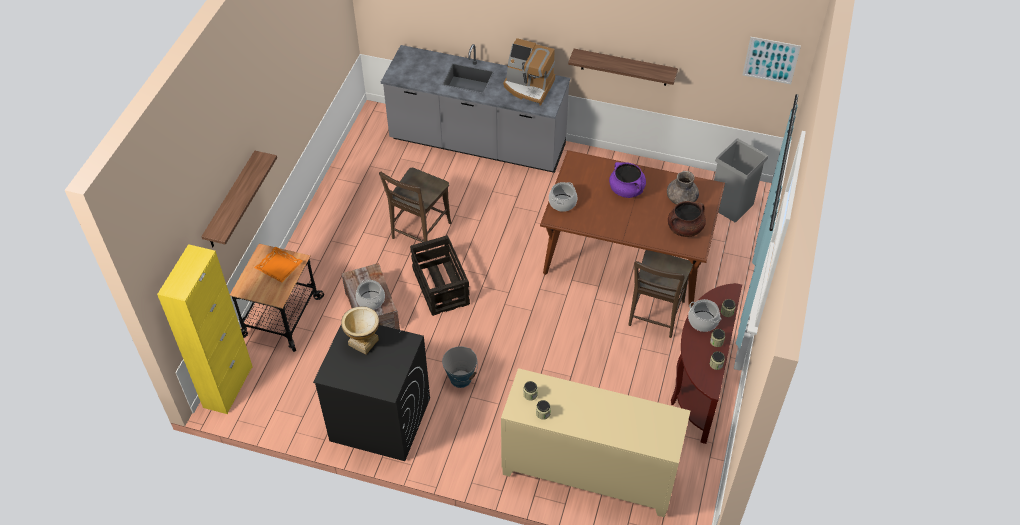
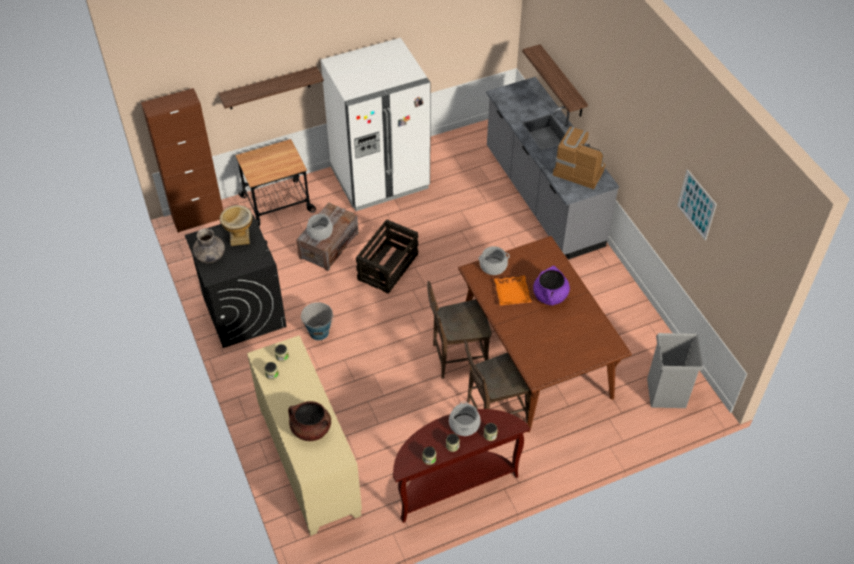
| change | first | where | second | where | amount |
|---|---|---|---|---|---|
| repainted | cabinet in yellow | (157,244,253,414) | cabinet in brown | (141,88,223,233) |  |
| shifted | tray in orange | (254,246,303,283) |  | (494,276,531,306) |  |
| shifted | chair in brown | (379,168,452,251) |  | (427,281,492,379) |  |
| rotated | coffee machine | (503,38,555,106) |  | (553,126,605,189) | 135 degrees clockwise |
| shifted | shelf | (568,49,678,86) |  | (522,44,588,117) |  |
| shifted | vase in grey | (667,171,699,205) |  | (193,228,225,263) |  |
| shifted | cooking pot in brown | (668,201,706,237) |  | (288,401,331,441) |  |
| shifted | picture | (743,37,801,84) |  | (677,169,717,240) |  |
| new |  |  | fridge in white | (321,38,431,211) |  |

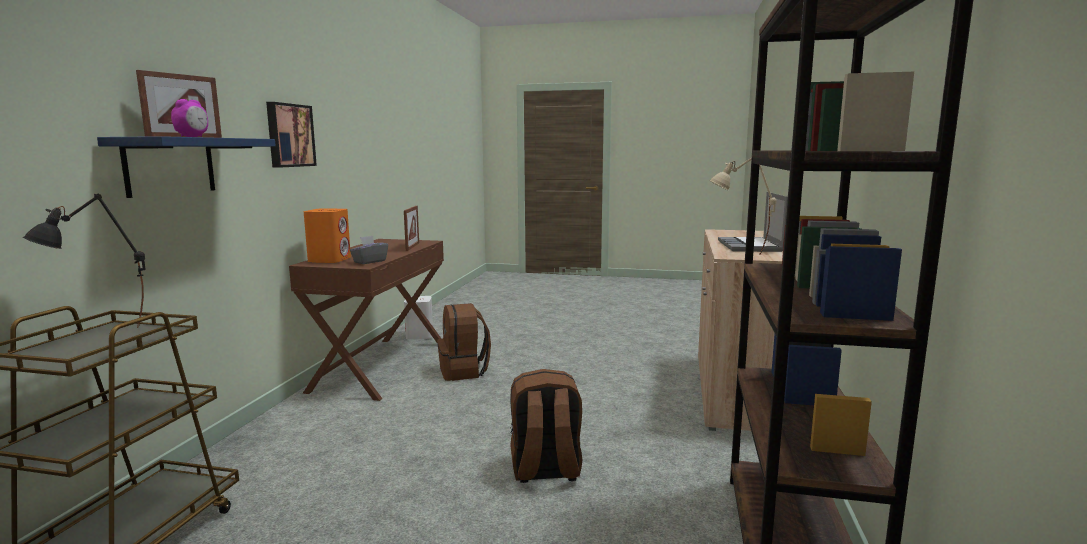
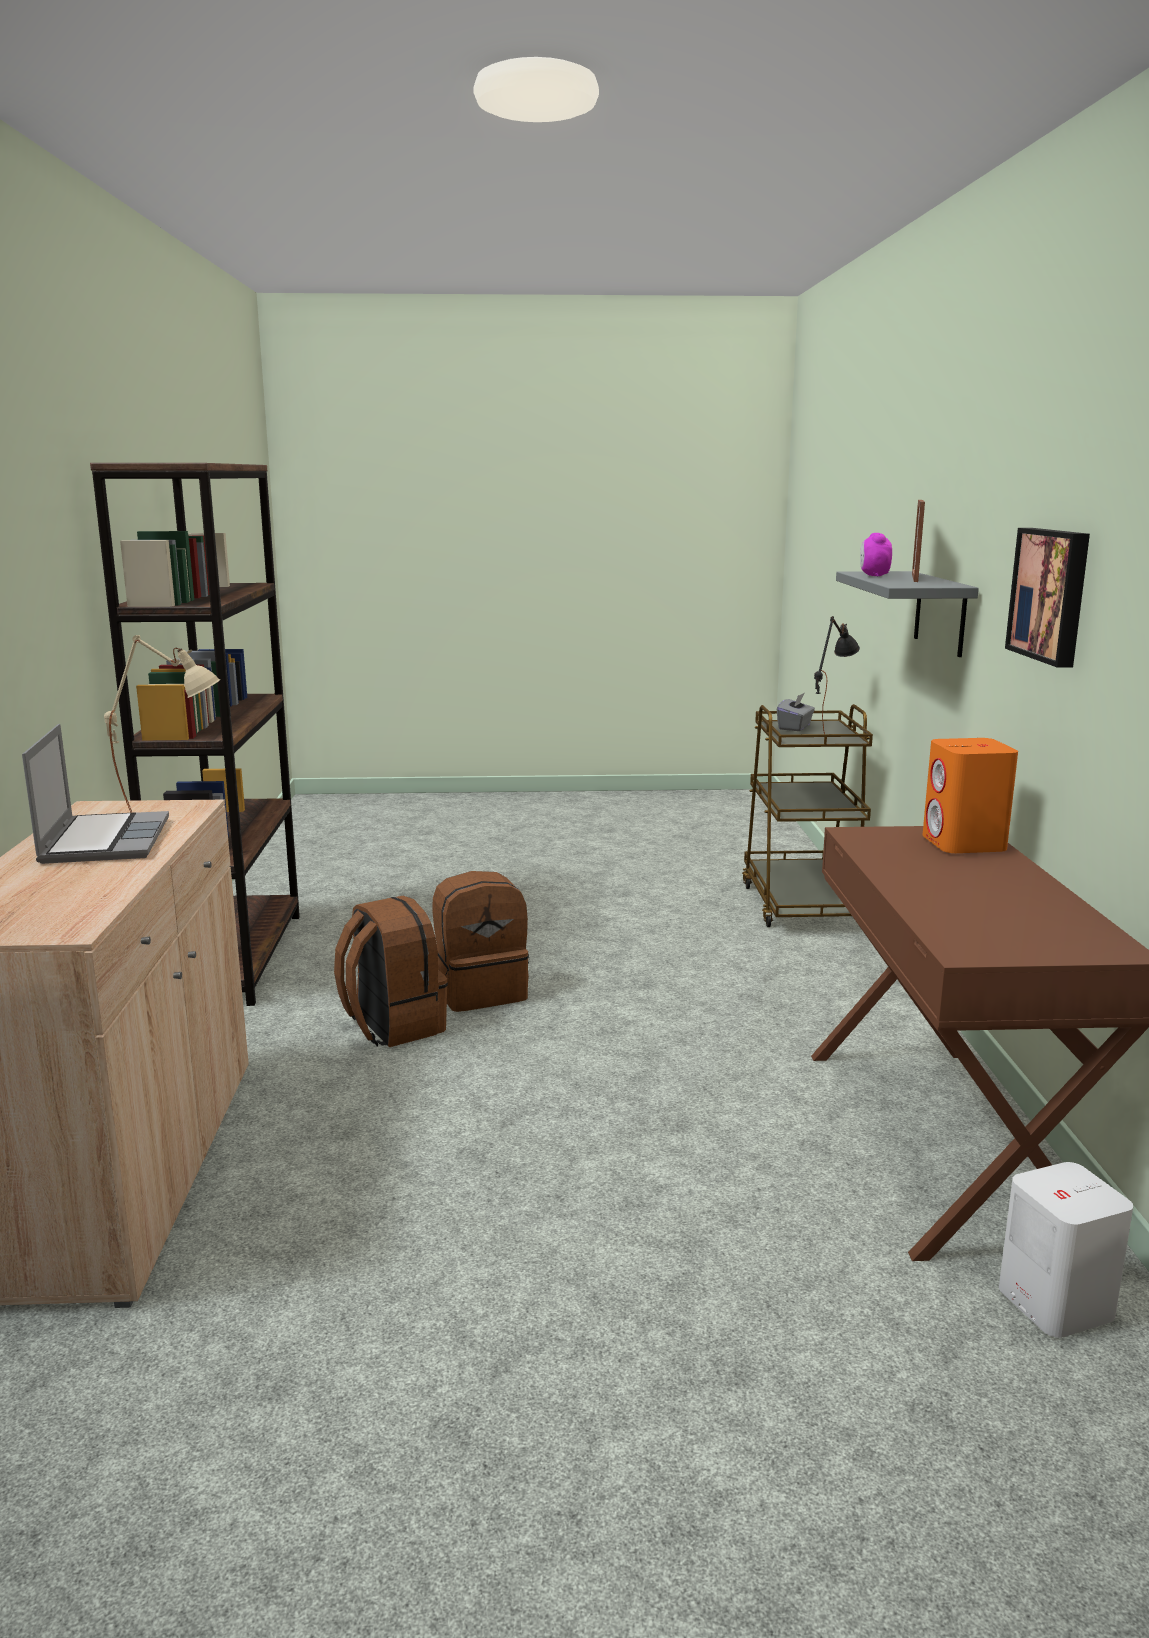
| change | first | where | second | where | amount |
|---|---|---|---|---|---|
| repainted | shelf in blue | (97,136,276,198) | shelf in grey | (836,571,979,657) |  |
| shifted | tissue box in grey | (350,235,388,264) |  | (777,693,815,731) |  |
| gone | picture frame | (404,206,419,251) |  |  |  |
| shifted | backpack in brown | (437,303,491,381) |  | (334,896,448,1047) |  |

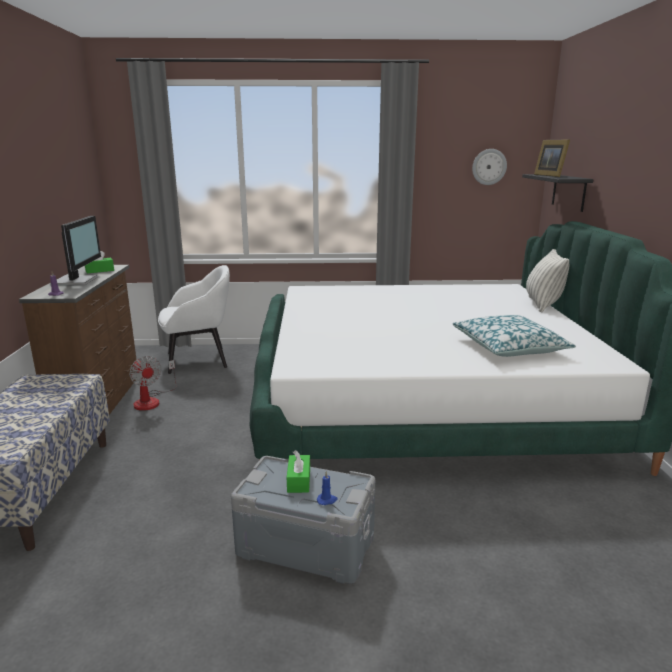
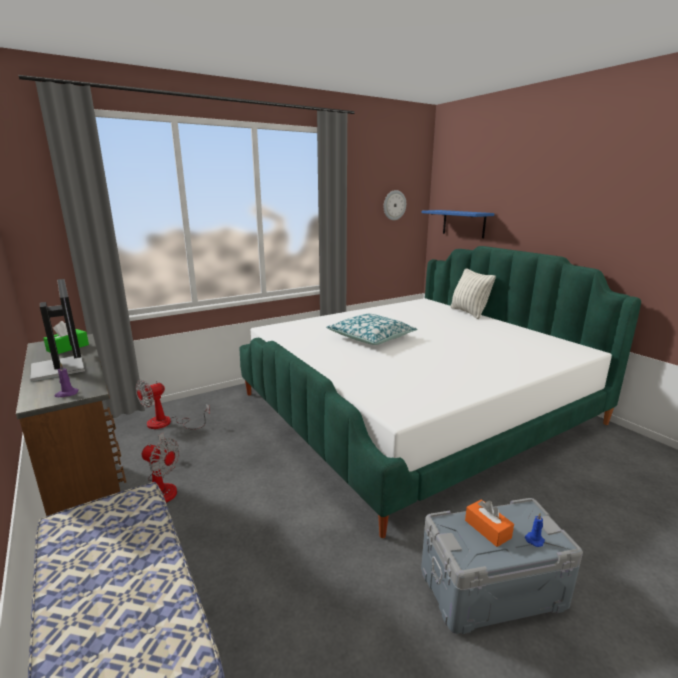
| change | first | where | second | where | amount |
|---|---|---|---|---|---|
| swapped | armchair in white | (158,265,230,374) | fan | (136,380,210,429) |  |
| repainted | tissue box in green | (287,450,310,493) | tissue box in orange | (465,499,514,547) |  |
| shifted | pillow | (453,315,576,357) |  | (326,314,417,345) |  |
| repainted | shelf in black | (522,174,594,212) | shelf in blue | (422,210,494,238) |  |
| gone | picture frame | (534,139,570,177) |  |  |  |

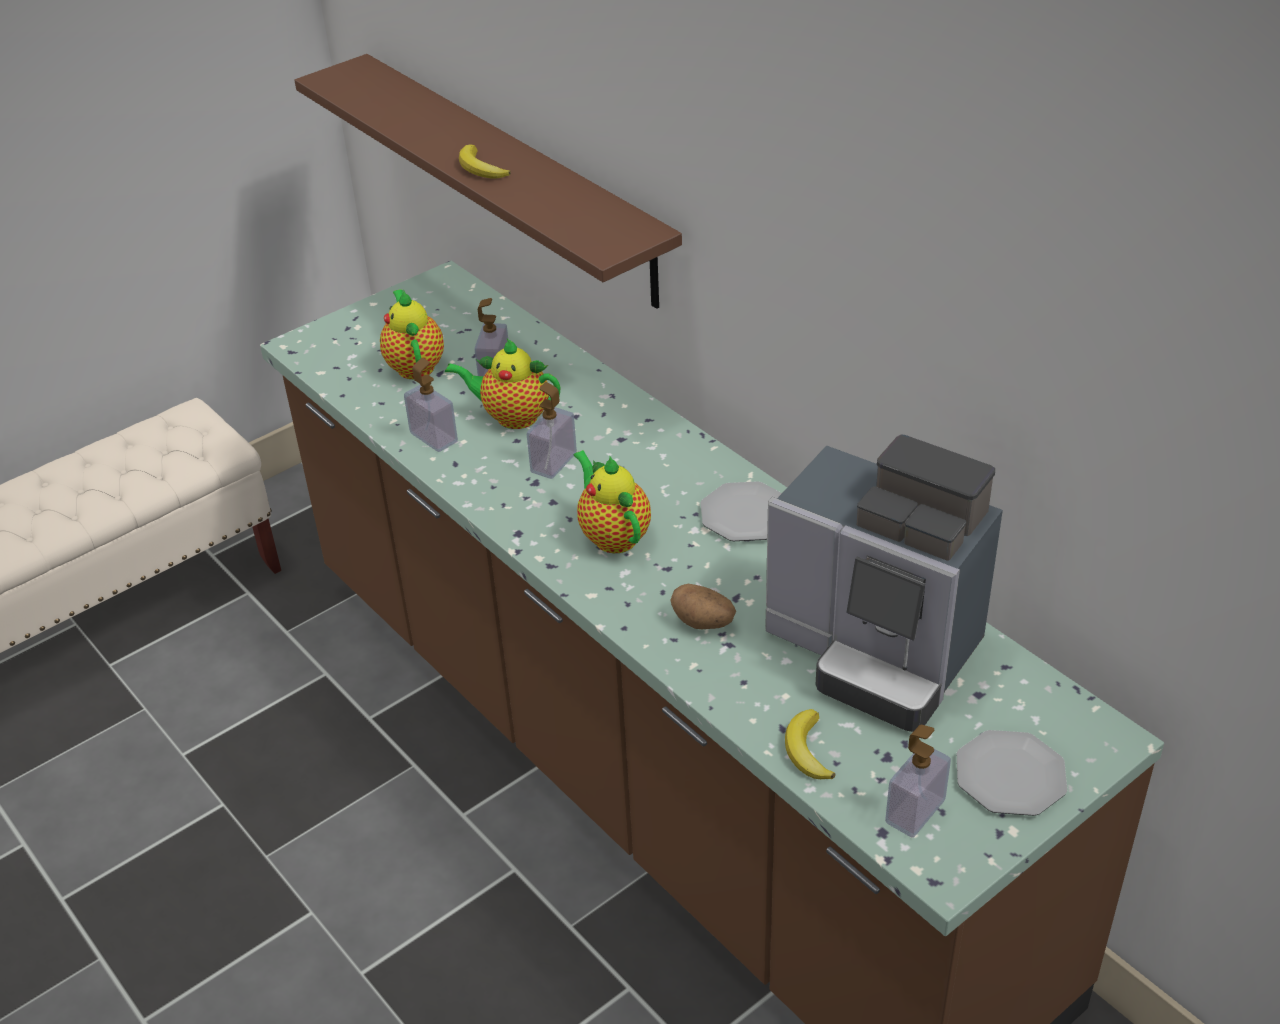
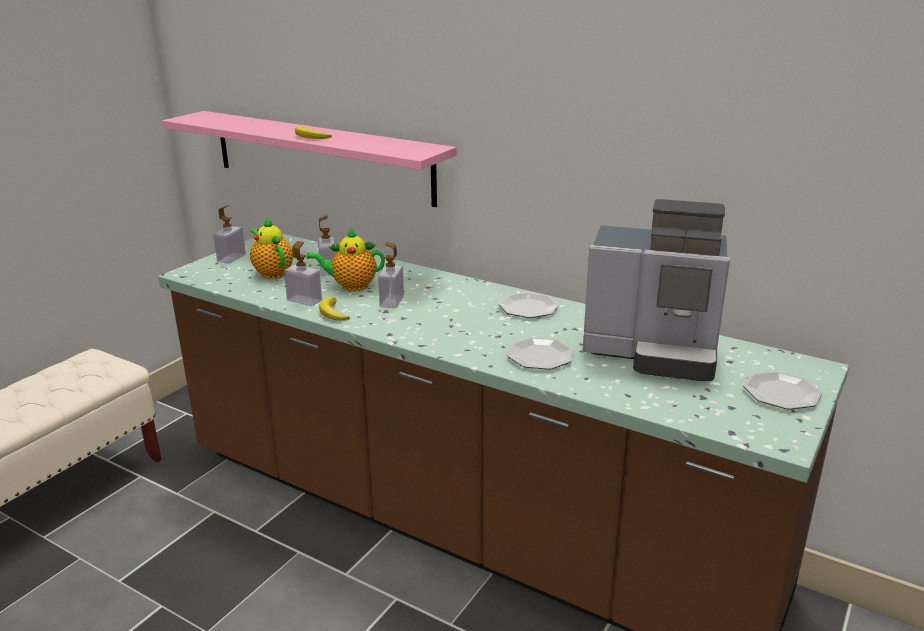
| change | first | where | second | where | amount |
|---|---|---|---|---|---|
| repainted | shelf in brown | (294,54,682,309) | shelf in pink | (162,111,456,207) |  |
| gone | teapot | (574,450,651,553) |  |  |  |
| swapped | potato | (671,584,736,629) | plate | (507,337,574,370) |  |
| shifted | banana | (785,709,836,779) |  | (319,297,350,321) |  |
| shifted | soap dispenser | (885,725,951,838) |  | (213,205,246,264) |  |

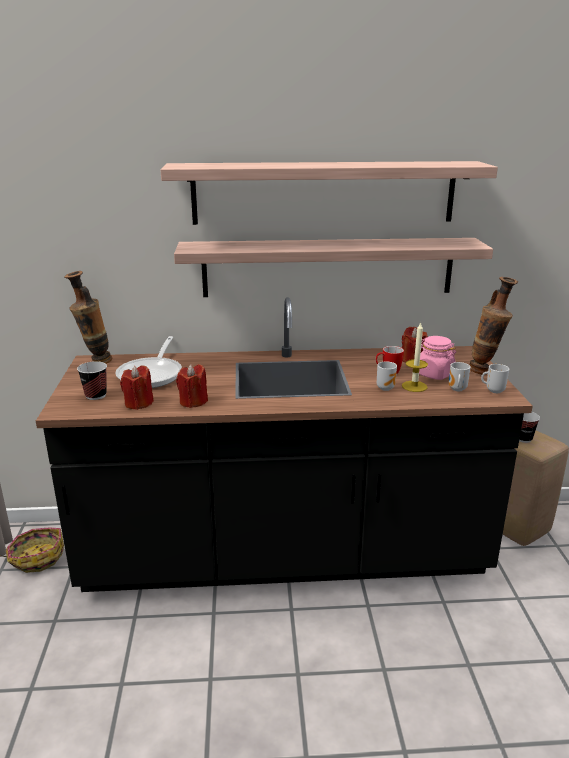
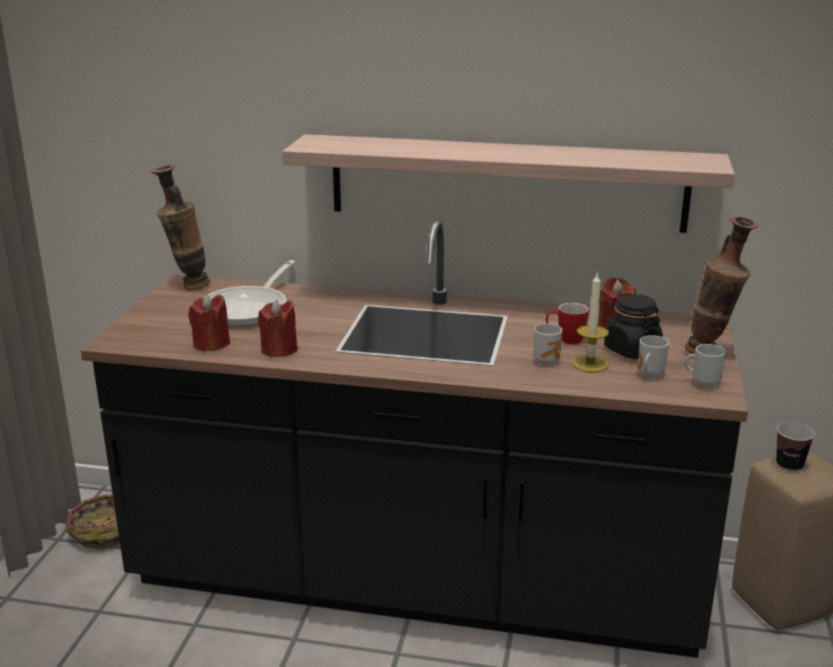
| change | first | where | second | where | amount |
|---|---|---|---|---|---|
| gone | cup | (77,361,107,400) |  |  |  |
| gone | shelf | (160,161,498,225) |  |  |  |
| repainted | jar in pink | (419,336,456,380) | jar in black | (604,294,663,359) |  |

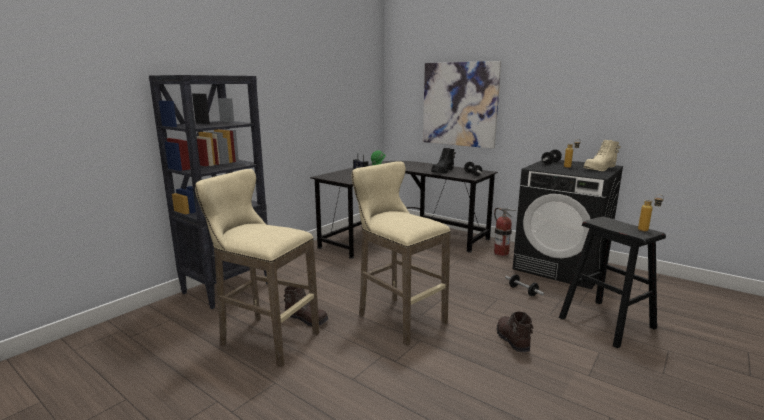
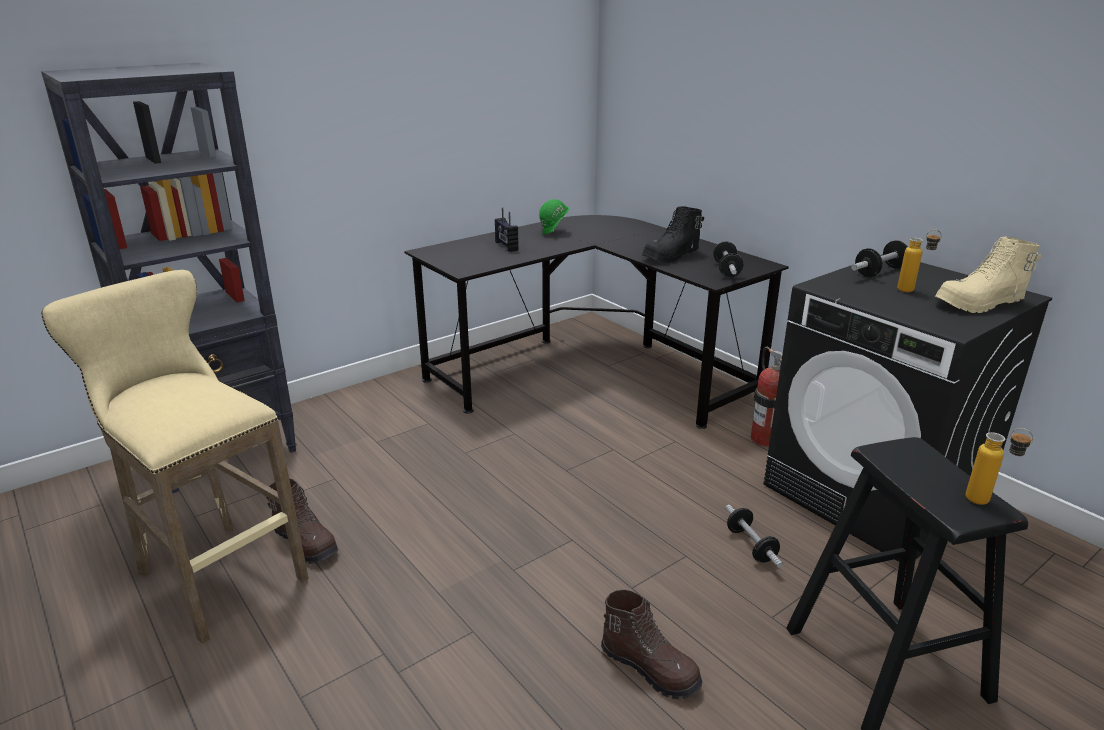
| change | first | where | second | where | amount |
|---|---|---|---|---|---|
| gone | stool in beige | (352,161,451,346) |  |  |  |
| gone | picture | (423,61,501,149) |  |  |  |
| rotated | boot in brown | (497,312,533,352) |  | (601,590,702,699) | 120 degrees clockwise |

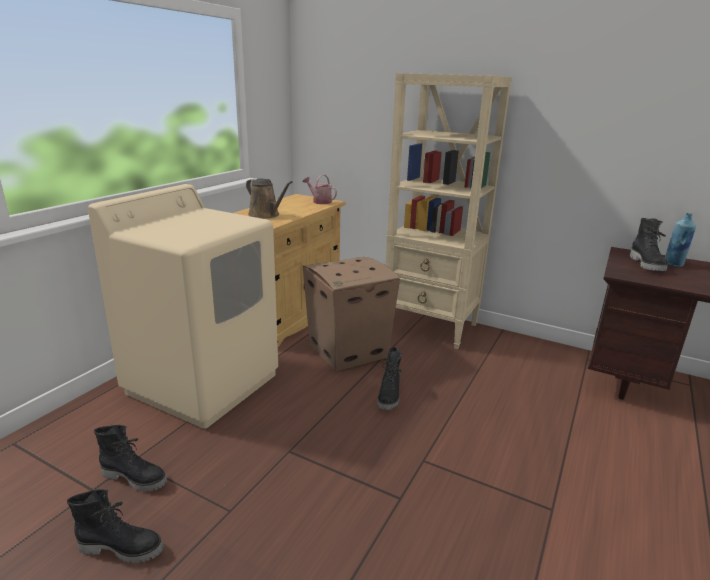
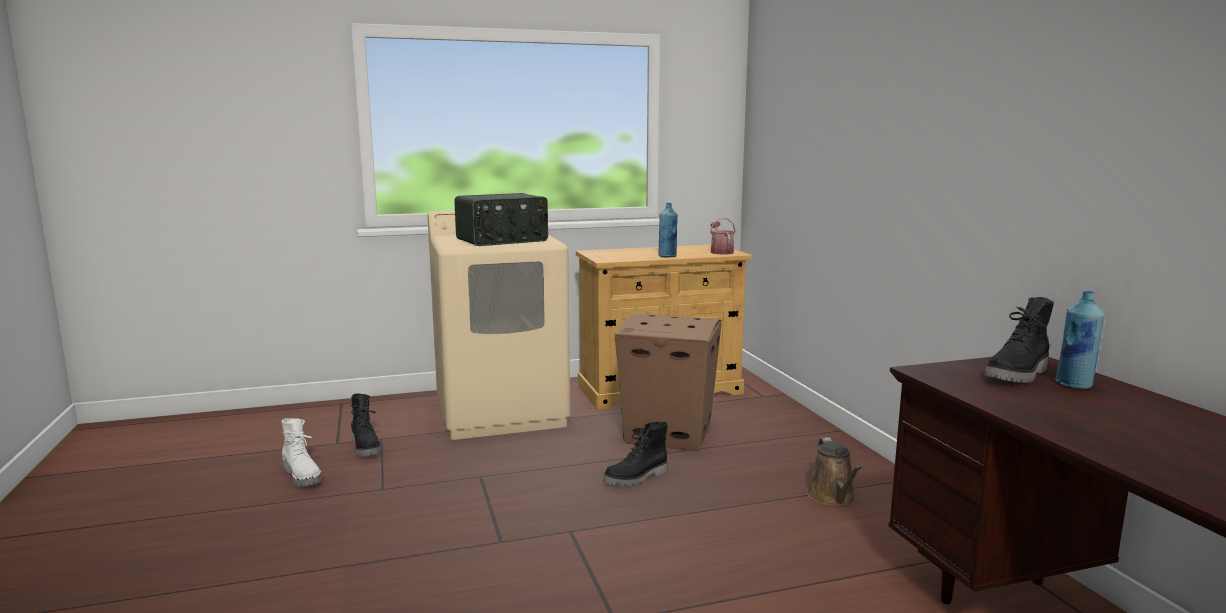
| change | first | where | second | where | amount |
|---|---|---|---|---|---|
| repainted | boot in black | (67,489,164,563) | boot in white | (281,418,322,487) |  |
| shifted | watering can in brown | (246,178,292,219) |  | (807,437,862,506) |  |
| gone | bookcase in beige | (386,73,512,349) |  |  |  |
| new |  |  | radio | (454,193,548,246) |  |
| new |  |  | bottle in blue | (658,203,678,257) |  |

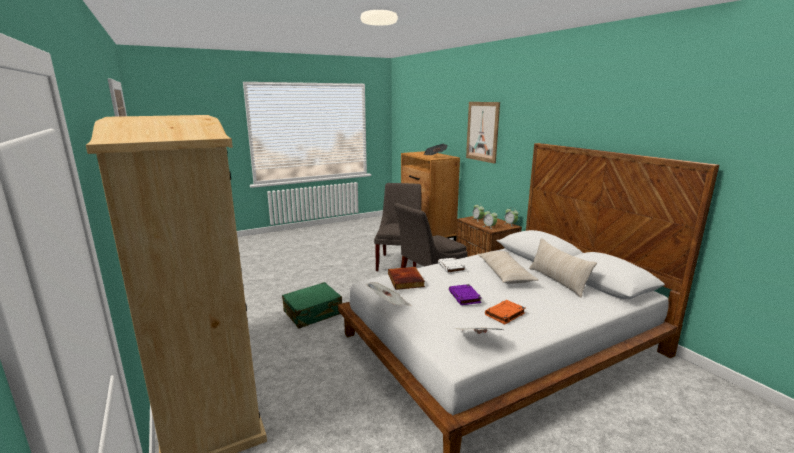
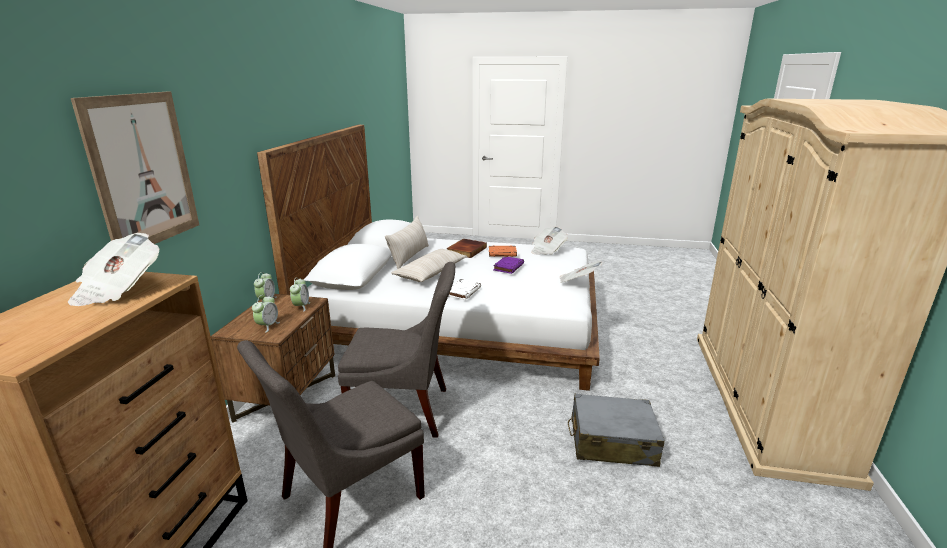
| change | first | where | second | where | amount |
|---|---|---|---|---|---|
| repainted | suitcase in green | (282,282,342,328) | suitcase in grey | (568,394,665,467) |  |
| shifted | book | (388,267,425,290) |  | (447,239,487,258) |  |

